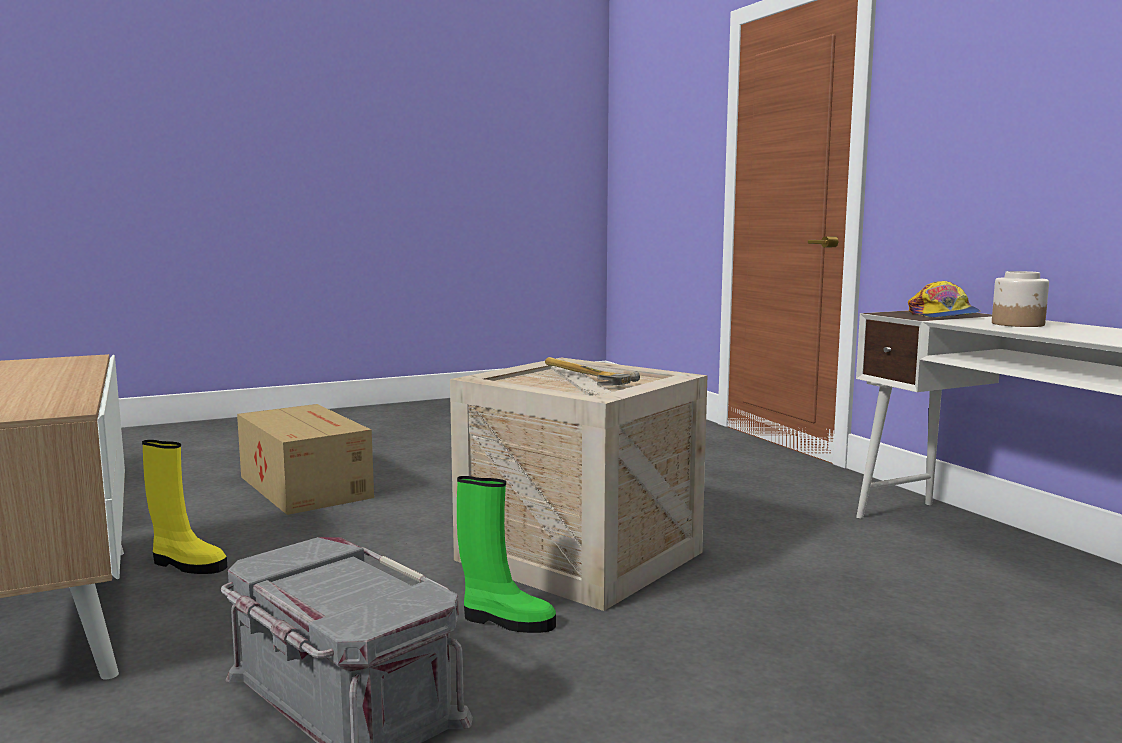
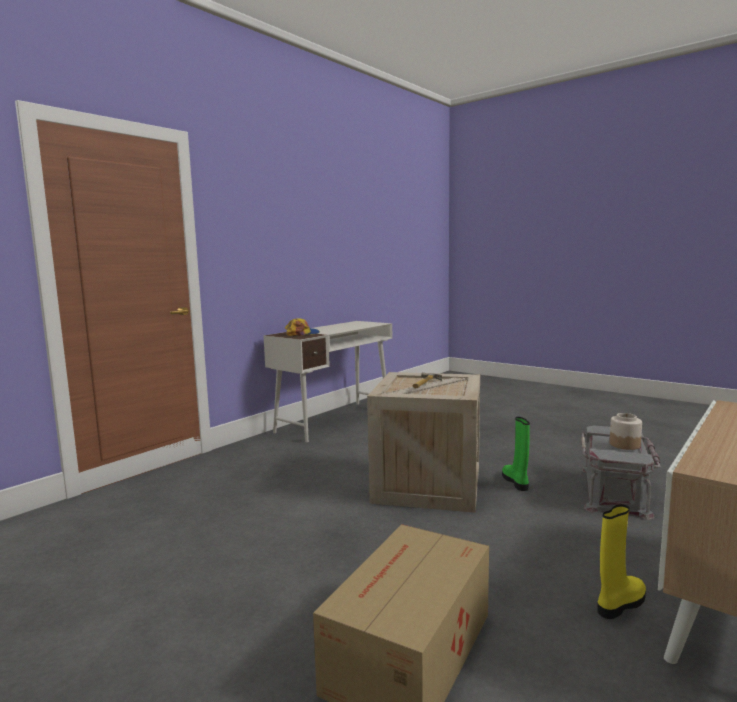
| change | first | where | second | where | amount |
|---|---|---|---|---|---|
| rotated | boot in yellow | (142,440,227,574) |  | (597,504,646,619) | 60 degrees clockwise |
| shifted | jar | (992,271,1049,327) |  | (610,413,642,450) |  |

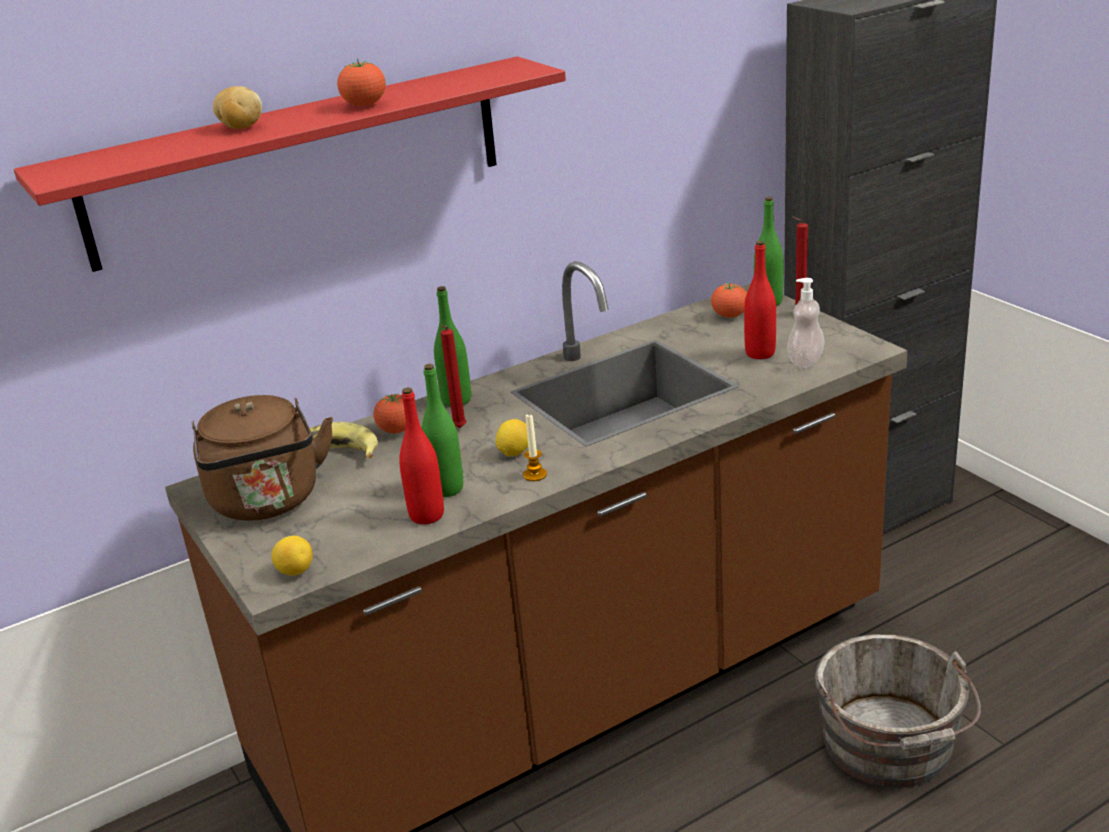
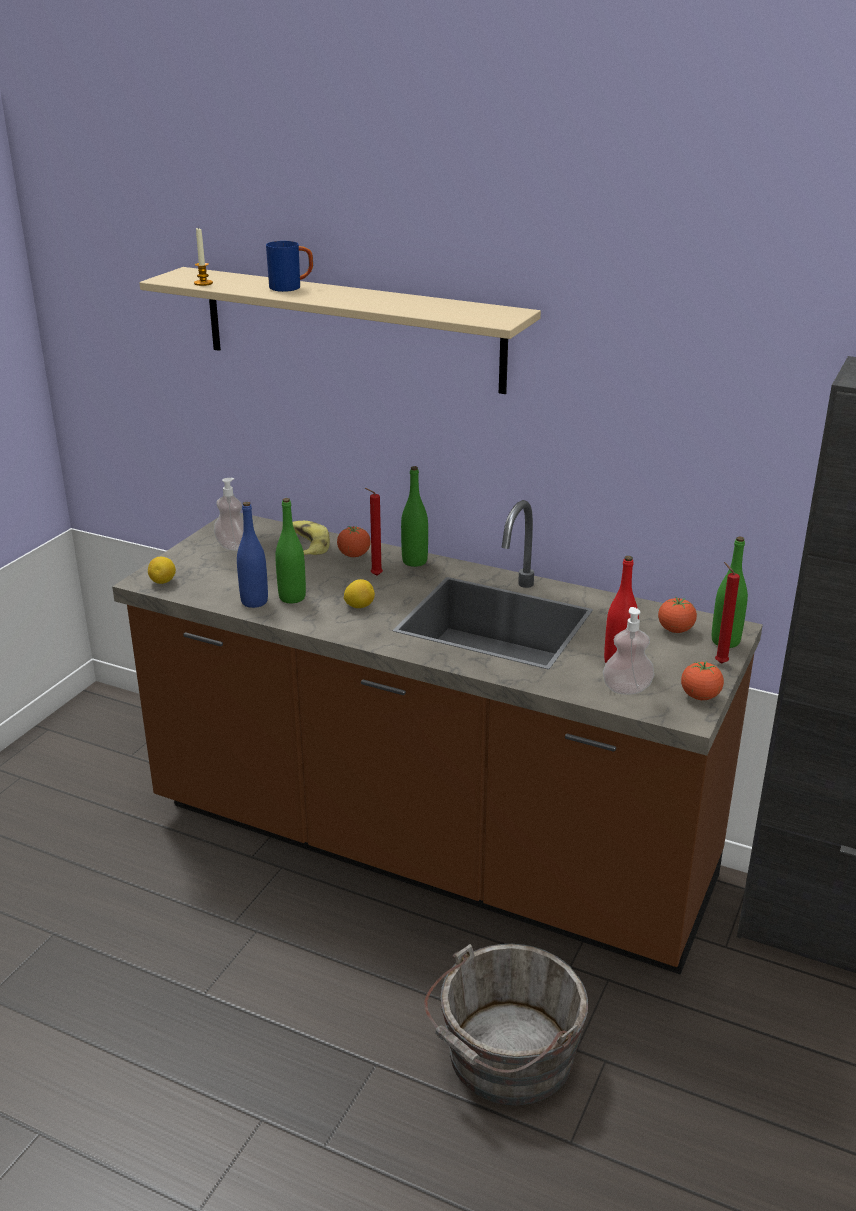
| change | first | where | second | where | amount |
|---|---|---|---|---|---|
| repainted | shelf in red | (14,56,566,272) | shelf in beige | (139,267,541,394) |  |
| swapped | kettle in brown | (192,395,333,521) | soap dispenser | (214,478,244,550) |  |
| swapped | potato | (213,86,262,129) | mug in blue | (266,241,313,292) |  |
| shifted | tomato | (337,59,386,106) |  | (681,661,724,700) |  |
| repainted | bottle in red | (399,387,444,524) | bottle in blue | (237,502,268,608) |  |
| shifted | candle | (523,414,547,481) |  | (194,227,213,286) |  |

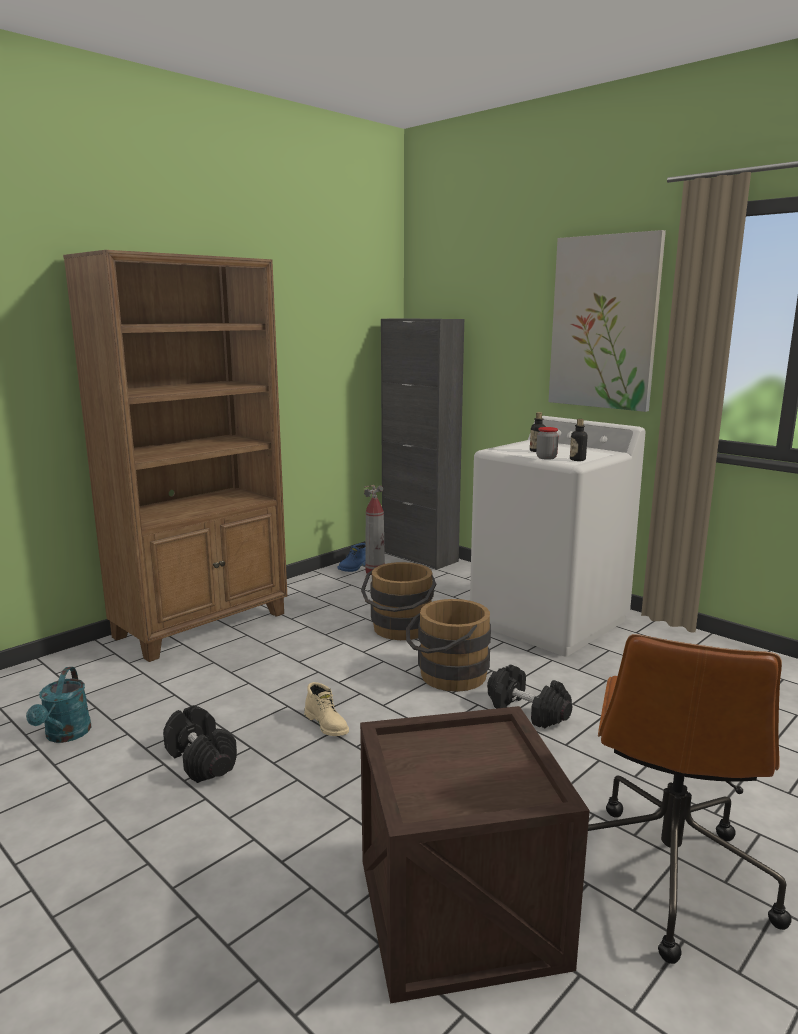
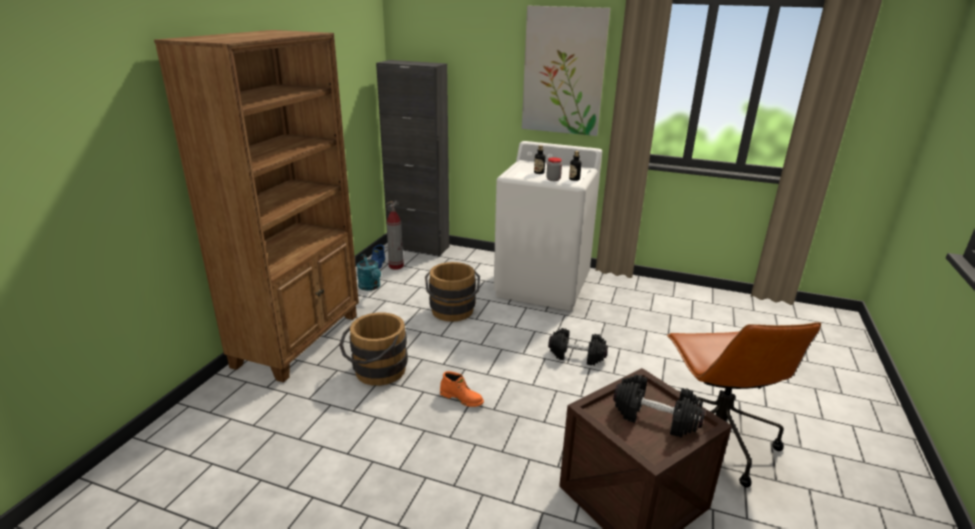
| change | first | where | second | where | amount |
|---|---|---|---|---|---|
| shifted | watering can in turquoise | (26,667,91,743) |  | (357,254,381,291) |  |
| shifted | dumbbell in black | (163,705,237,783) |  | (613,374,706,438) |  |
| repainted | boot in beige | (304,682,349,736) | boot in orange | (440,371,484,407) |  |
| shifted | bucket in brown | (406,599,491,692) |  | (339,312,408,386) |  |

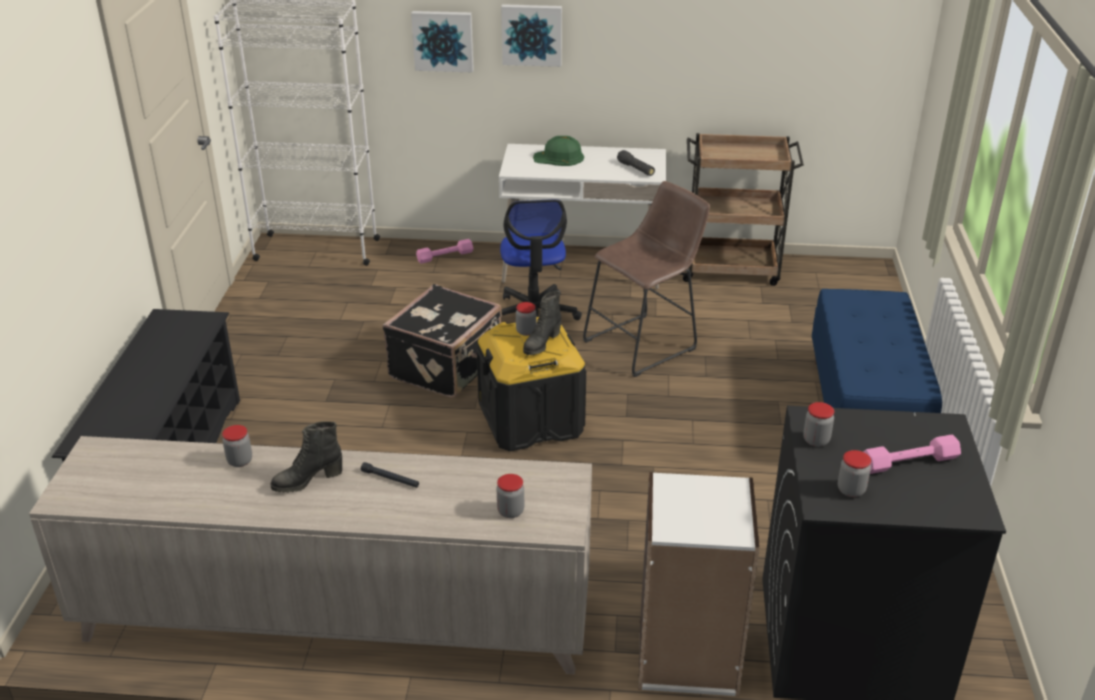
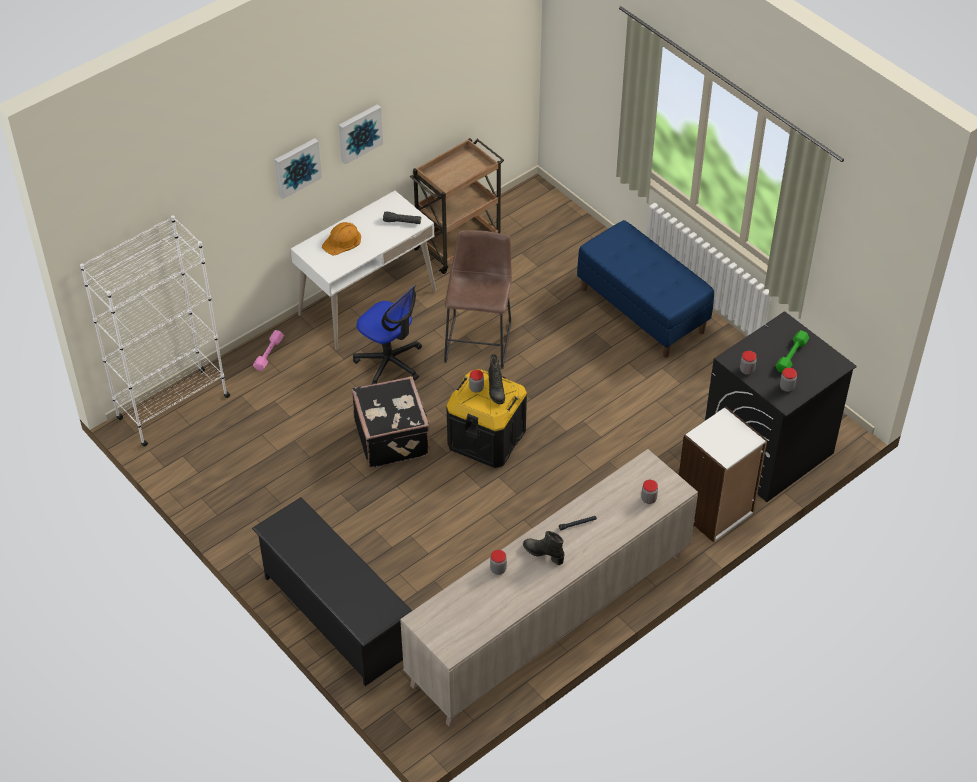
| change | first | where | second | where | amount |
|---|---|---|---|---|---|
| rotated | boot in black | (270,421,342,493) |  | (523,531,564,565) | 105 degrees clockwise |
| shifted | picture | (411,11,474,72) |  | (339,104,383,165) |  |
| repainted | hard hat in green | (533,136,584,166) | hard hat in orange | (322,222,361,255) |  |
| repainted | dumbbell in pink | (863,435,961,474) | dumbbell in green | (775,330,809,373) |  |

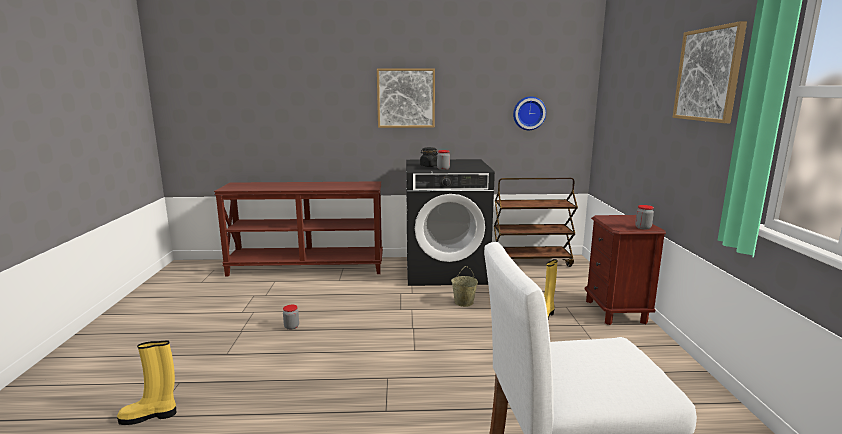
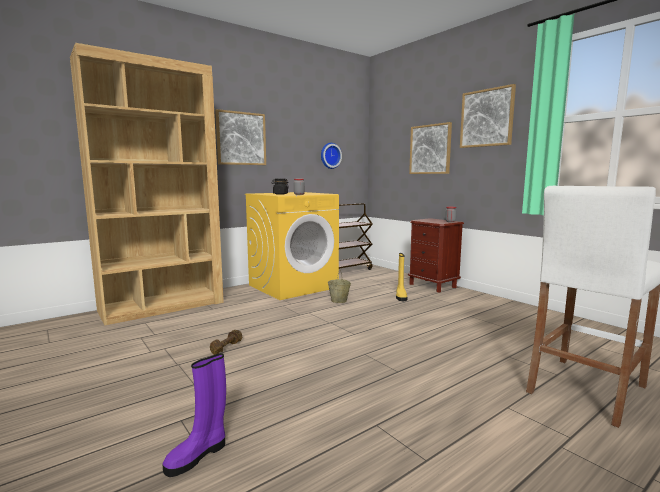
| change | first | where | second | where | amount |
|---|---|---|---|---|---|
| repainted | boot in yellow | (117,340,176,425) | boot in purple | (162,353,226,477) |  |
| swapped | console table in brown | (214,181,383,276) | bookcase in brown | (70,43,224,325) |  |
| swapped | jar | (283,305,299,330) | dumbbell in brown | (210,330,242,355) |  |
| repainted | washing machine in black | (406,159,495,286) | washing machine in yellow | (245,192,339,300) |  |
| new |  |  | picture | (409,122,452,174) |  |

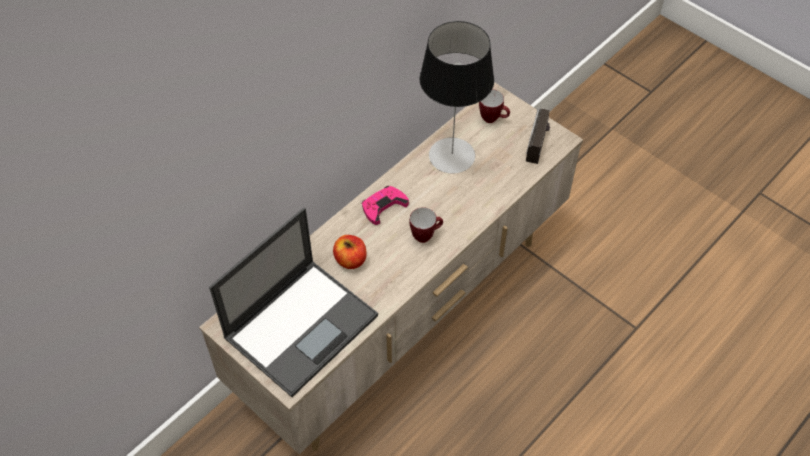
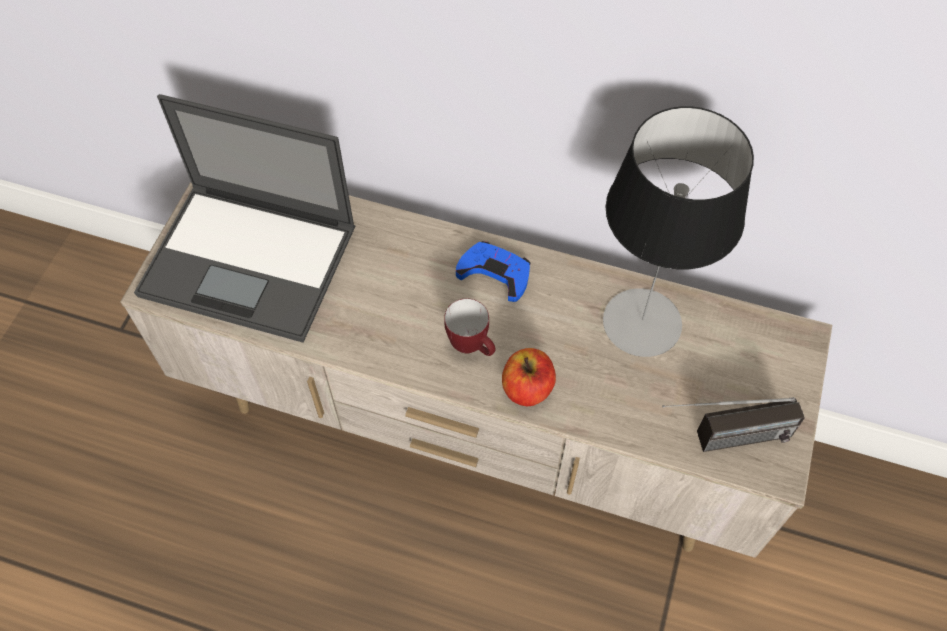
| change | first | where | second | where | amount |
|---|---|---|---|---|---|
| shifted | apple | (333,235,367,269) |  | (502,348,556,406) |  |
| repainted | game controller in pink | (362,186,409,225) | game controller in blue | (456,241,531,302) |  |
| gone | mug | (479,89,510,123) |  |  |  |

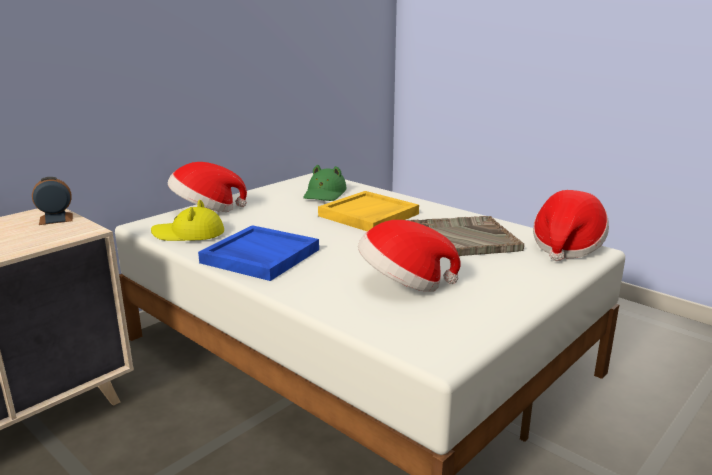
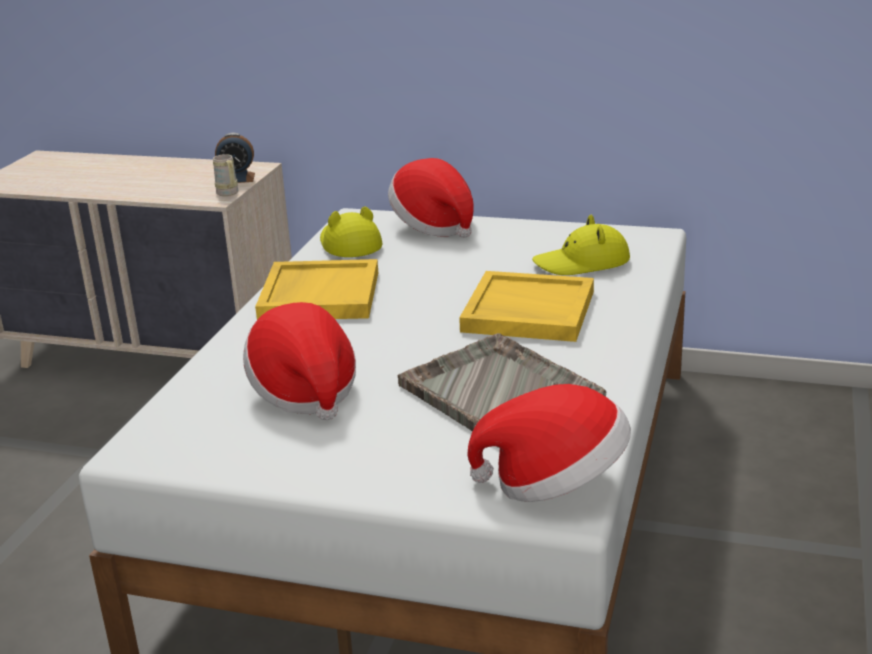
| change | first | where | second | where | amount |
|---|---|---|---|---|---|
| rotated | alarm clock | (32,177,73,225) |  | (215,133,255,183) | 135 degrees clockwise |
| repainted | tray in blue | (198,225,319,281) | tray in yellow | (255,259,378,320) |  |
| repainted | hat in green | (303,165,347,201) | hat in yellow | (532,215,630,275) |  |
| new |  |  | mug in beige | (213,154,239,196) |  |

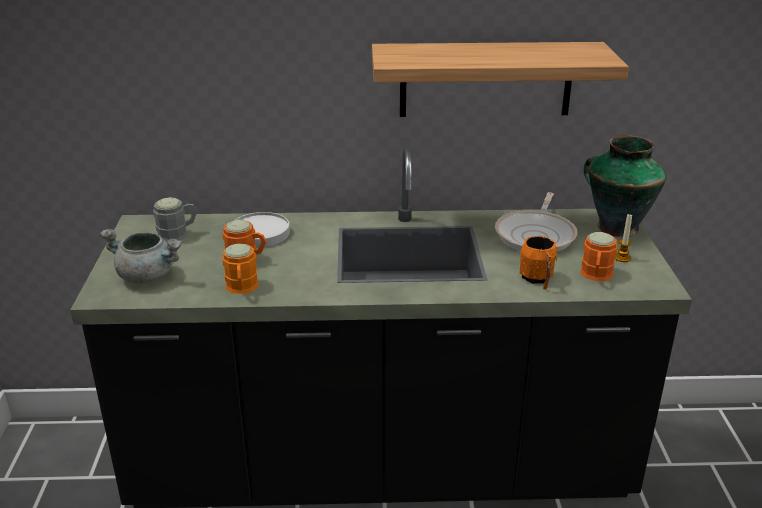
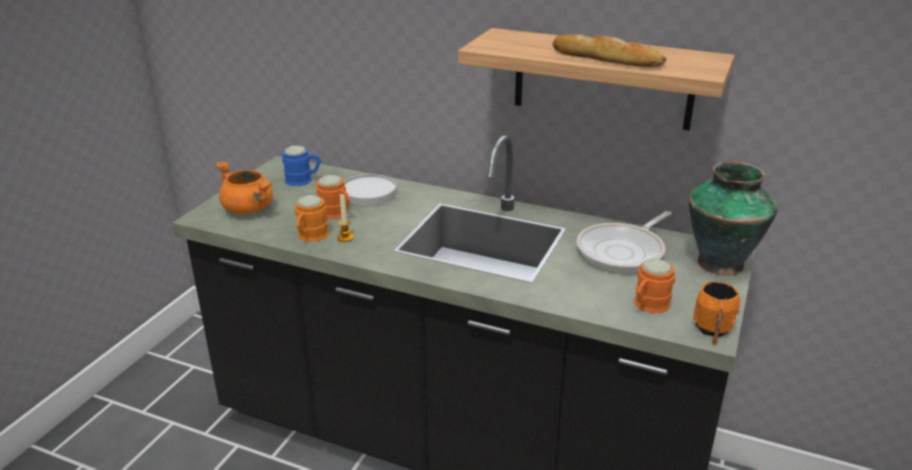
| change | first | where | second | where | amount |
|---|---|---|---|---|---|
| repainted | cooking pot in grey | (100,229,183,283) | cooking pot in orange | (215,161,273,214) |  |
| repainted | mug in grey | (153,197,198,242) | mug in blue | (282,146,321,186) |  |
| shifted | mug in orange | (519,236,557,290) |  | (693,282,741,345) |  |
| shifted | candle | (614,214,632,262) |  | (337,194,354,242) |  |
| new |  |  | bread | (553,34,666,67) |  |

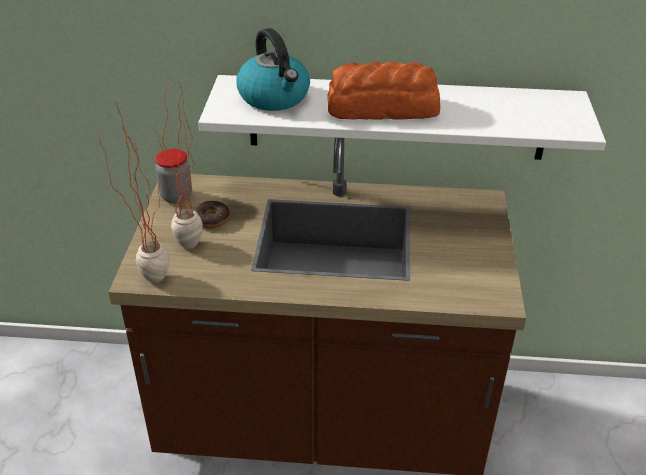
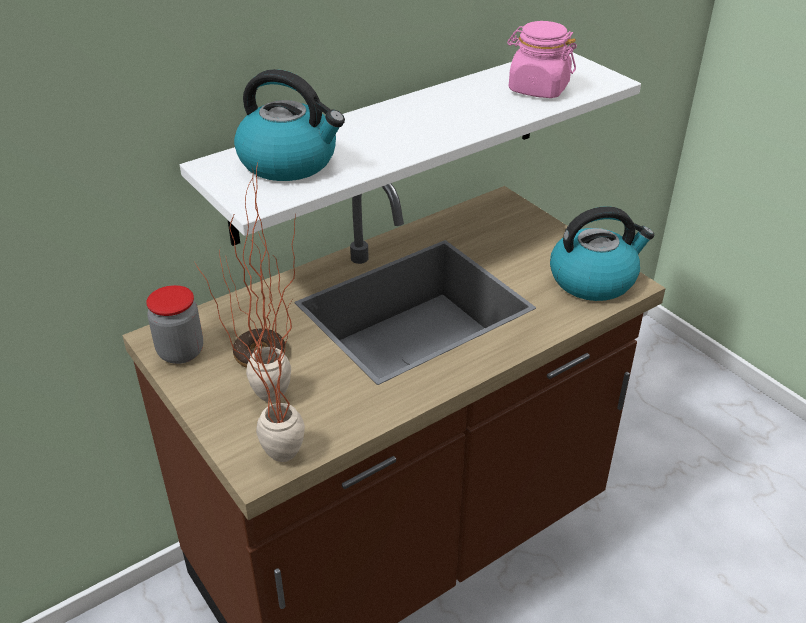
| change | first | where | second | where | amount |
|---|---|---|---|---|---|
| gone | bread | (328,62,440,120) |  |  |  |
| new |  |  | jar in pink | (507,21,577,98) |  |
| new |  |  | kettle | (550,206,654,301) |  |

